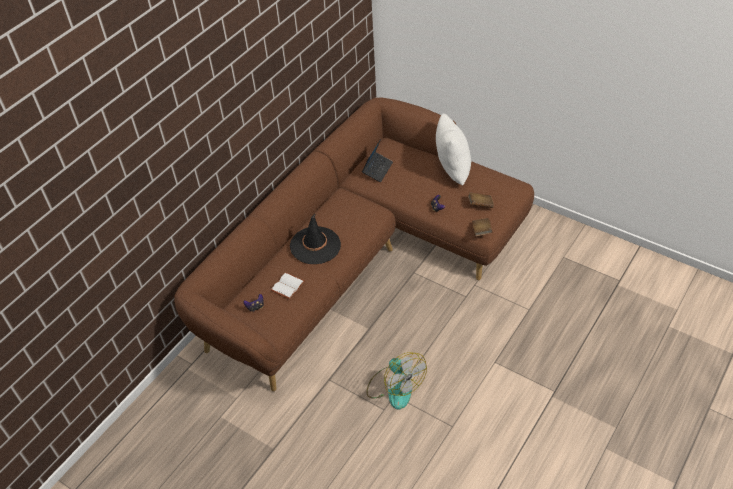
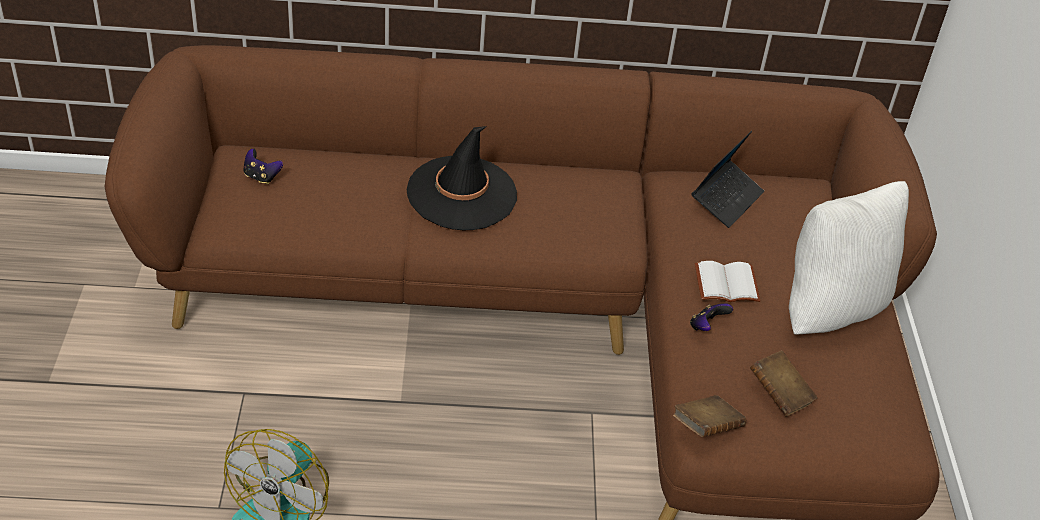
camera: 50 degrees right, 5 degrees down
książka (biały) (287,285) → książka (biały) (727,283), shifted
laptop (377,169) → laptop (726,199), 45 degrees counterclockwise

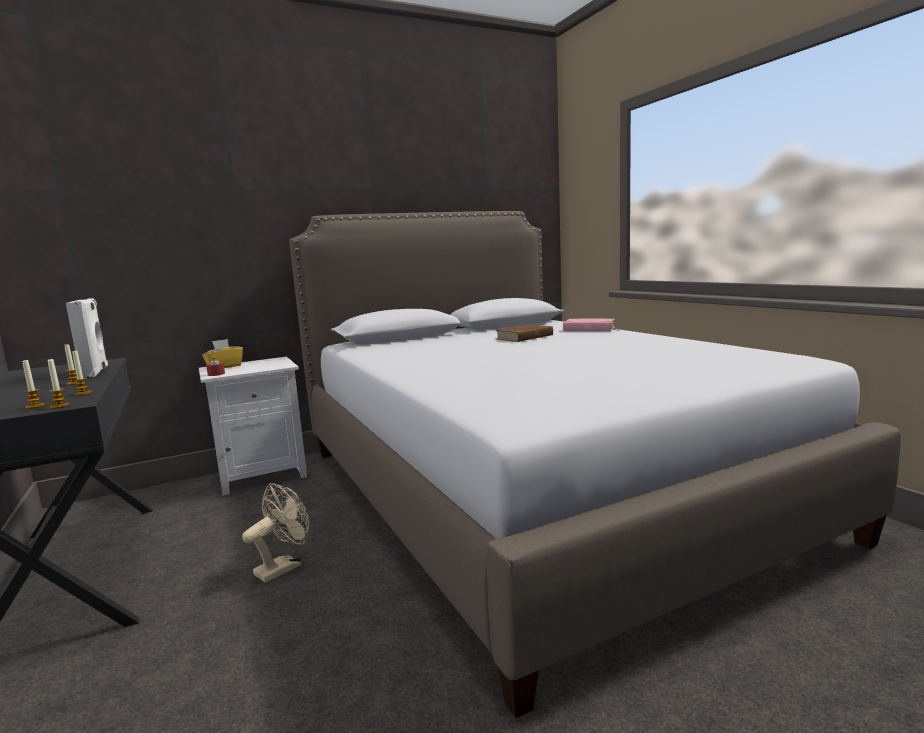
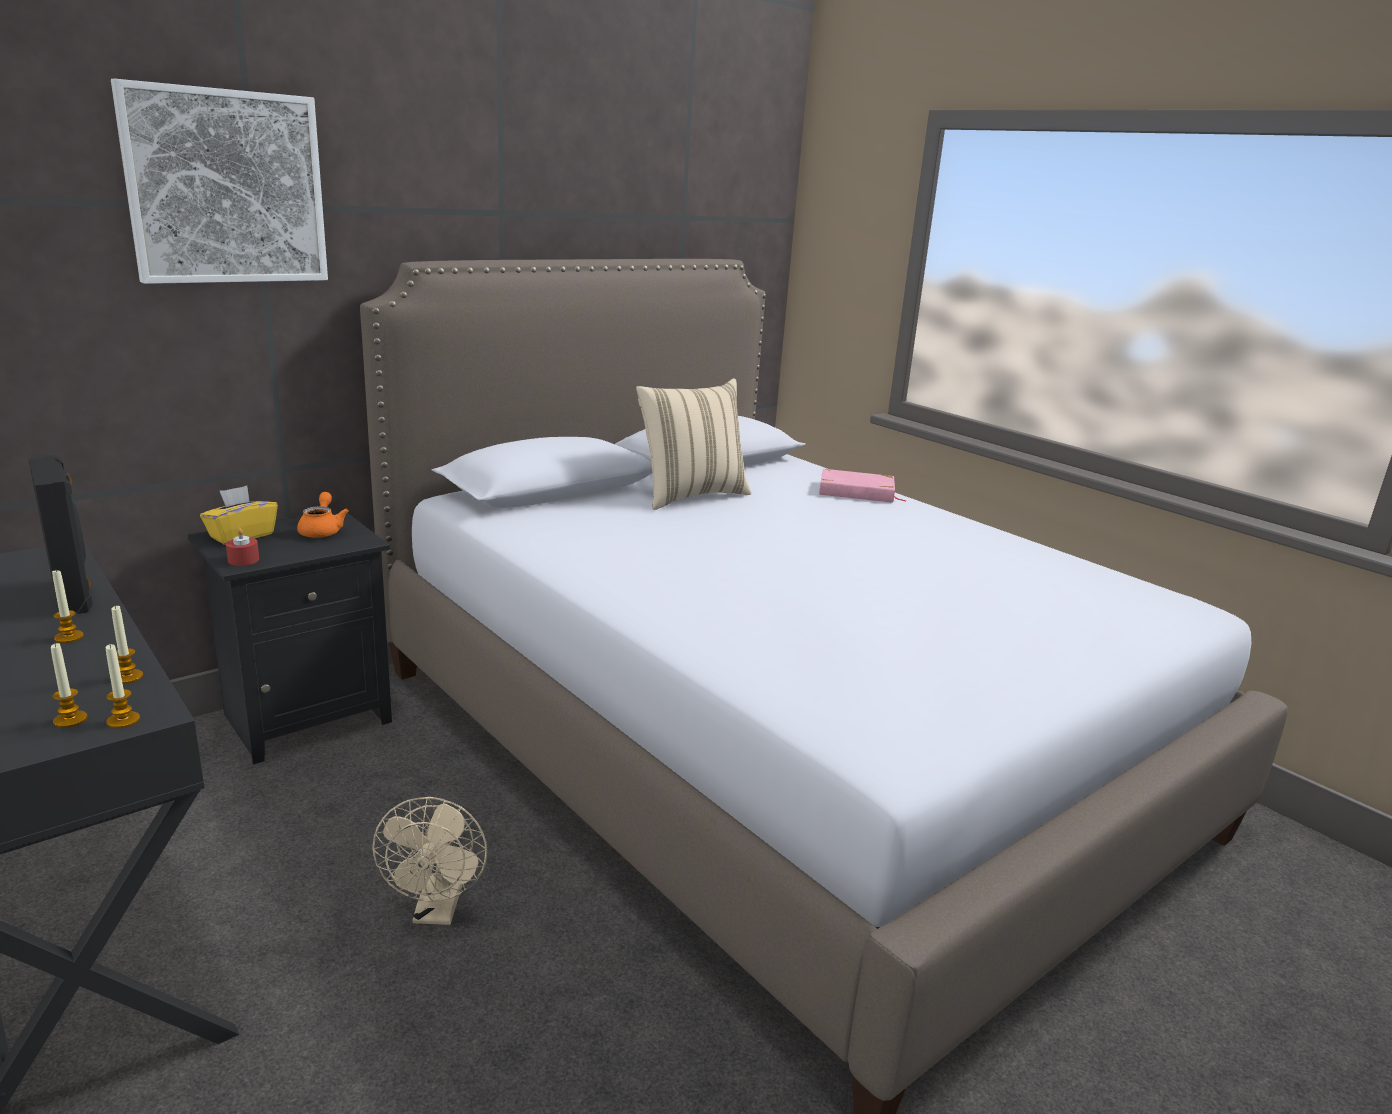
camera: 15 degrees left, 10 degrees up
głośnik (biały) (96,372) → głośnik (czarny) (74,595)
szafka nocna (biały) (262,475) → szafka nocna (czarny) (305,717)
wentylator (beżowy) (284,567) → wentylator (beżowy) (437,911), 150 degrees clockwise
książka (brązowy) (525,337) → -
- → obraz (226,187)
- → imbryk (pomarańczowy) (322,530)
- → poduszka (beżowy) (690,495)

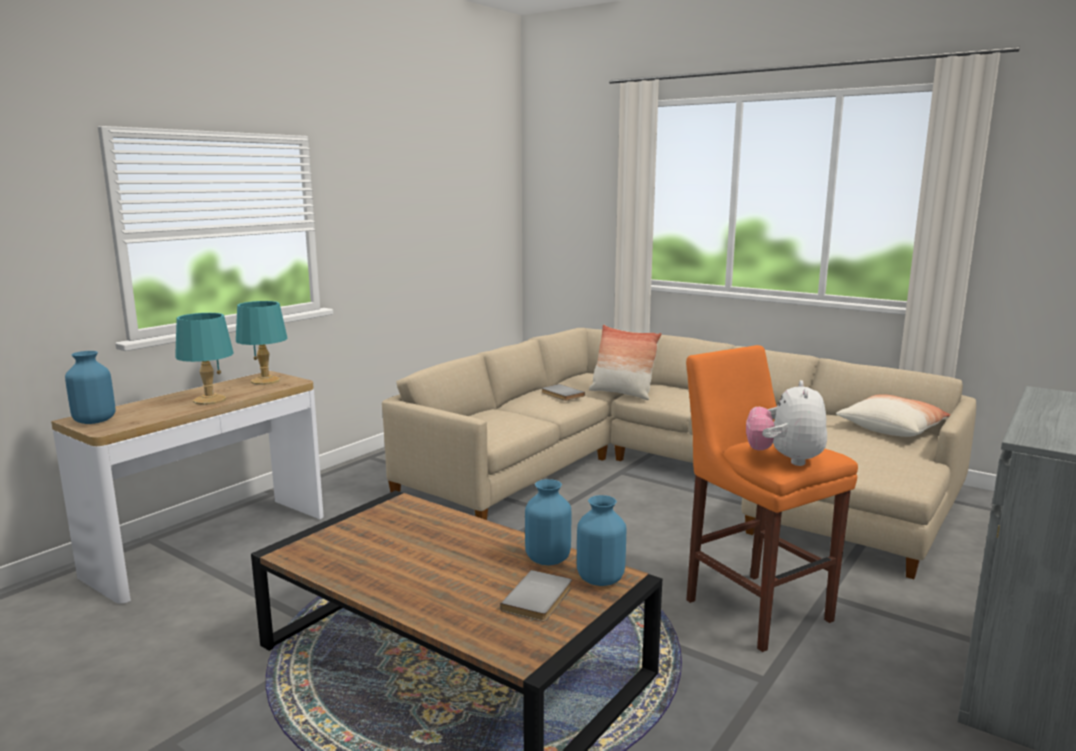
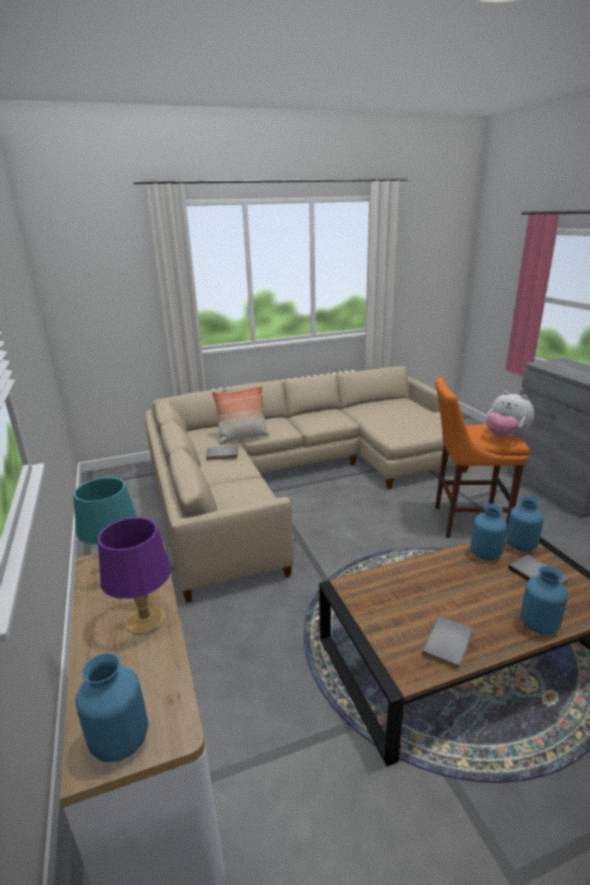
camera: 55 degrees left, 10 degrees up
lampa stołowa (turkusowy) (209,400) → lampa stołowa (fioletowy) (144,620)
poduszka (892,429) → -
- → książka (szary) (450,644)
- → wazon (niebieski) (539,625)

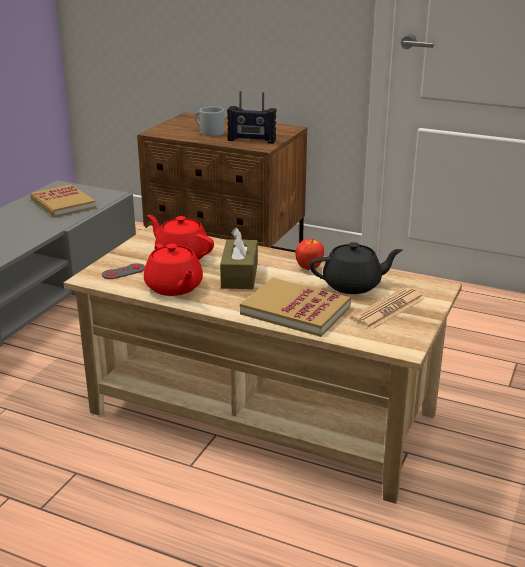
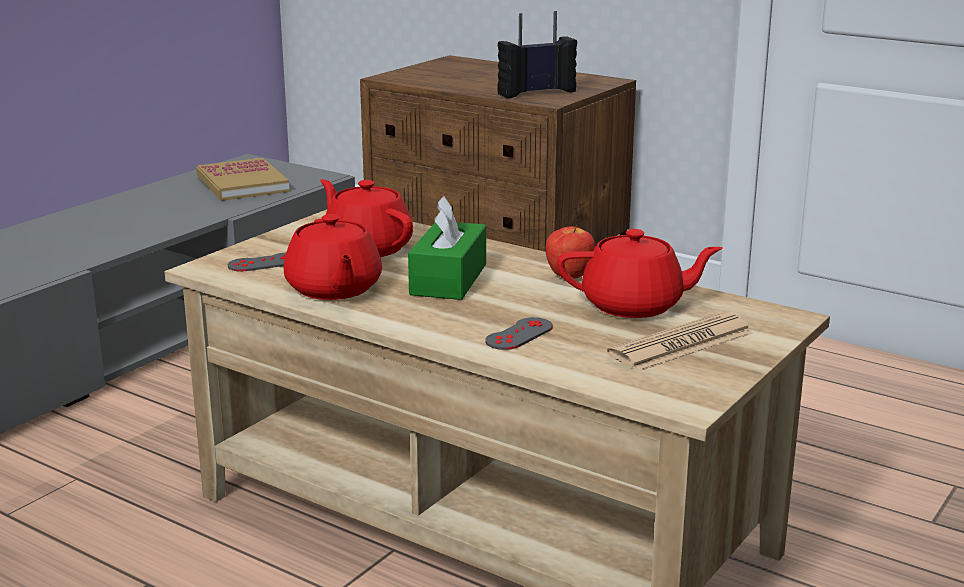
camera: 10 degrees right, 5 degrees down
kubek (szary) (208,132) → -
pudełko chusteczek (brązowy) (239,275) → pudełko chusteczek (zielony) (448,279)
radio (251,140) → radio (536,92), 135 degrees clockwise
książka (295,310) → pad do gier (szary) (519,334)
imbryk (czarny) (353,285) → imbryk (czerwony) (634,306)

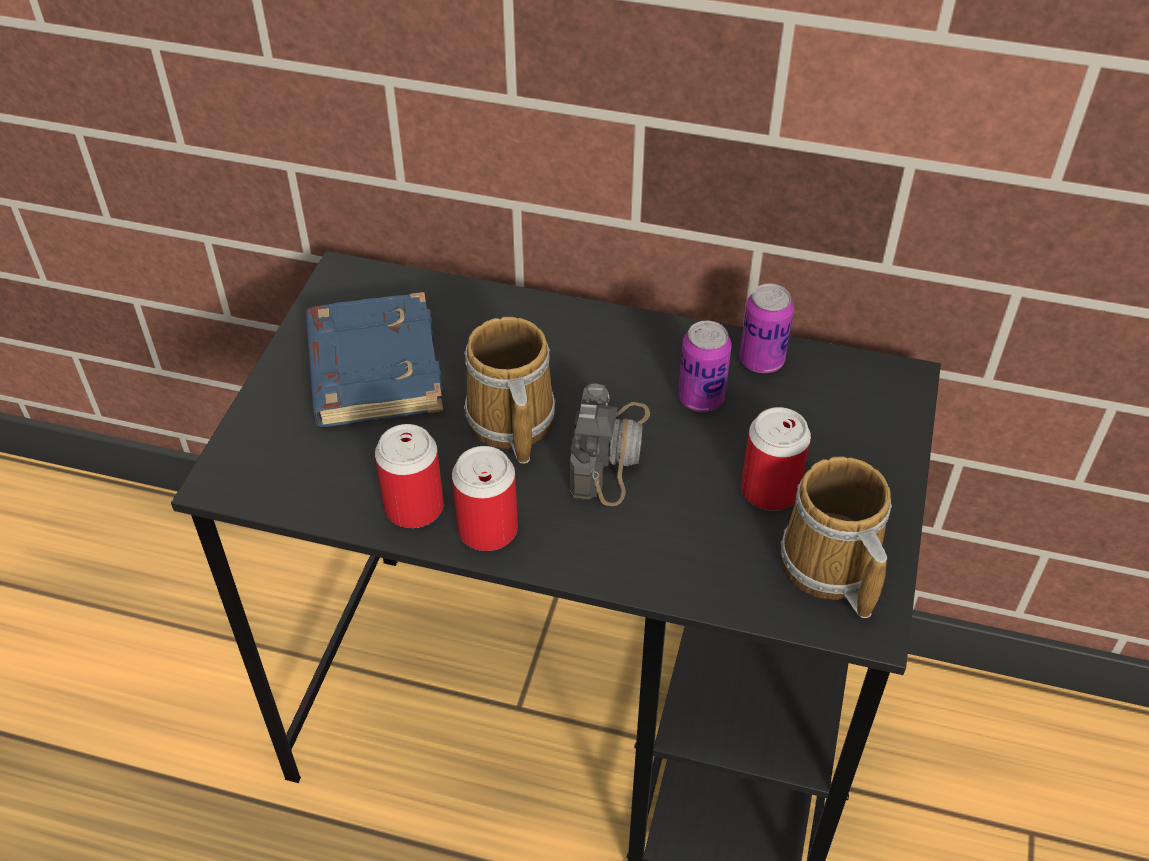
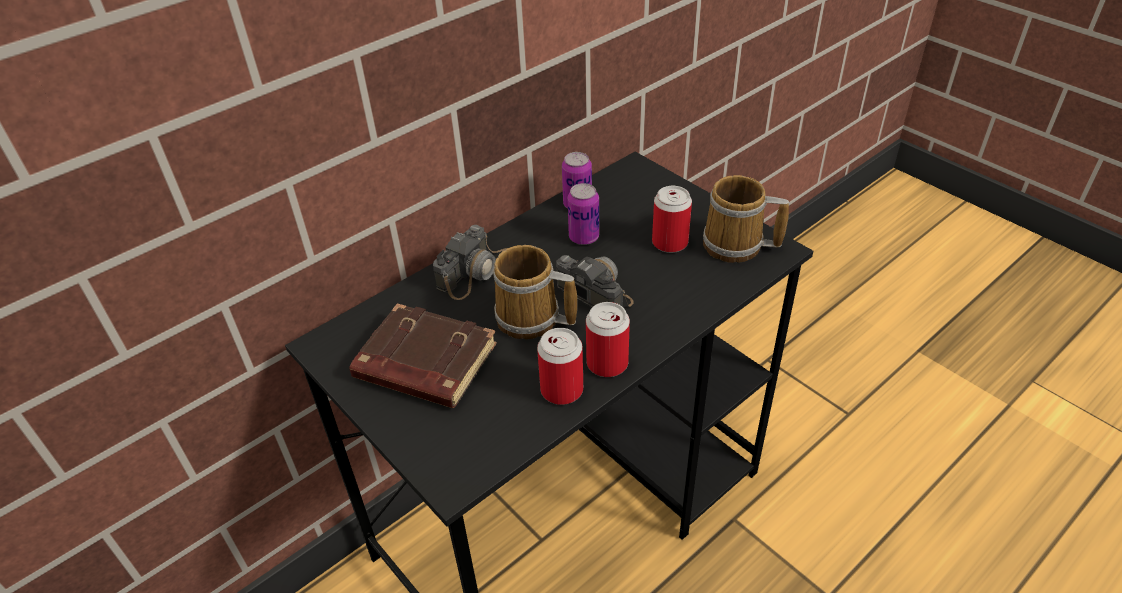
camera: 55 degrees left, 5 degrees down
książka (niebieski) (372,368) → książka (brązowy) (423,364)
- → aparat fotograficzny (477,270)

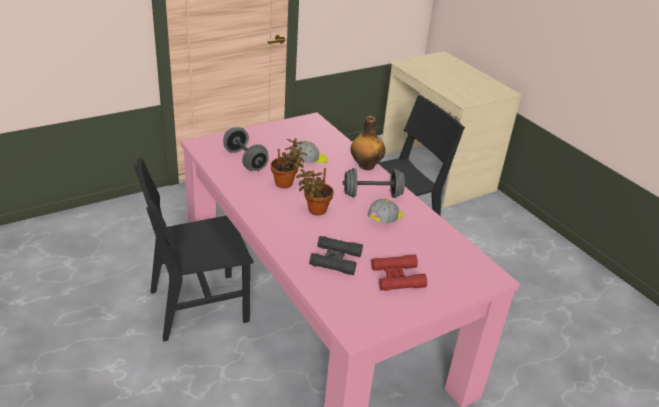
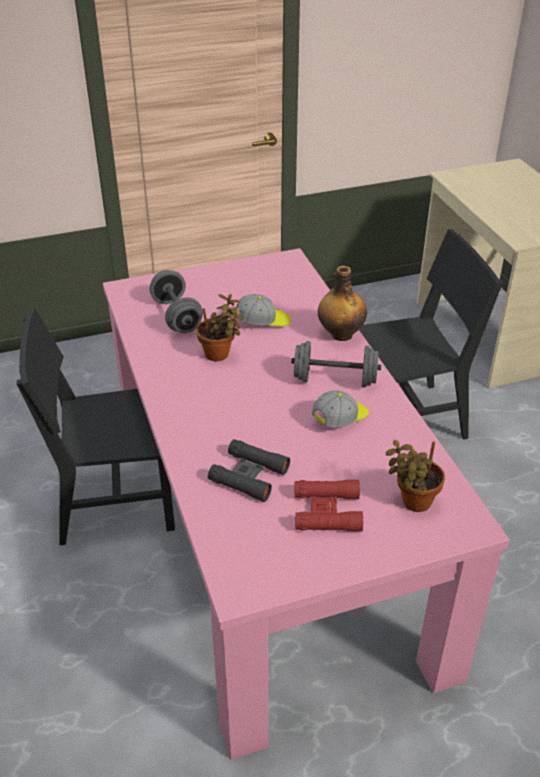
camera: 15 degrees right, 5 degrees up
roślina doniczkowa (315,210) → roślina doniczkowa (412,501), shifted

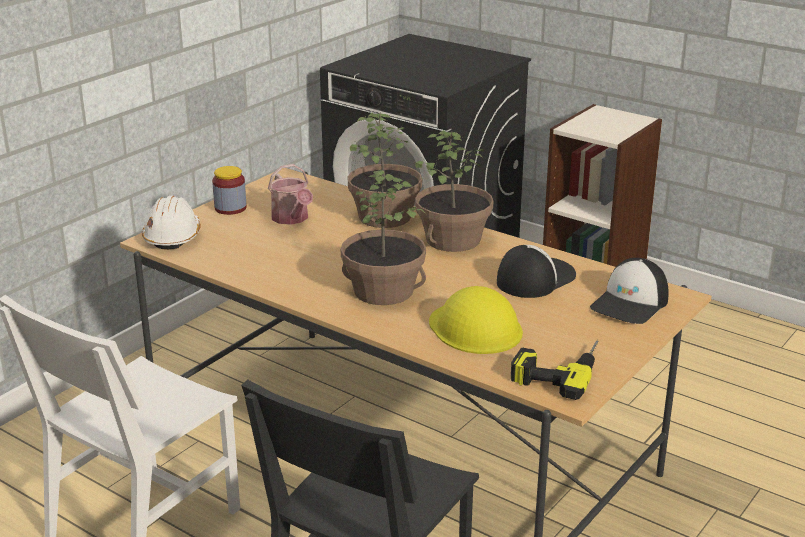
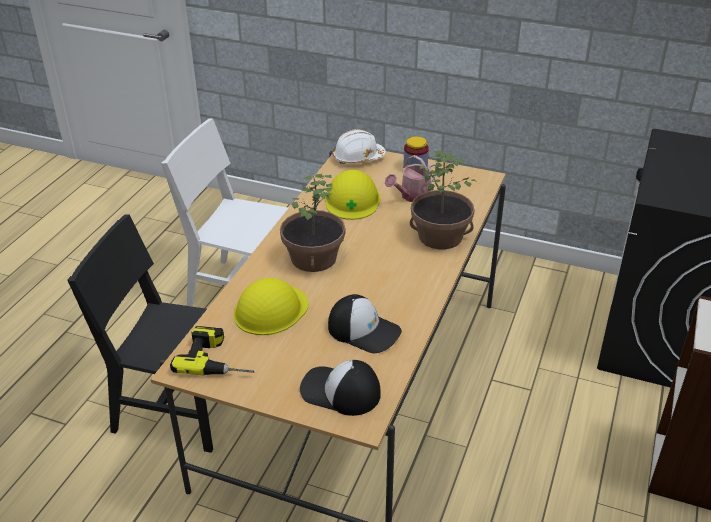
camera: 75 degrees right, 10 degrees up
roślina doniczkowa (453,240) → -
- → kask (żółty) (352,200)

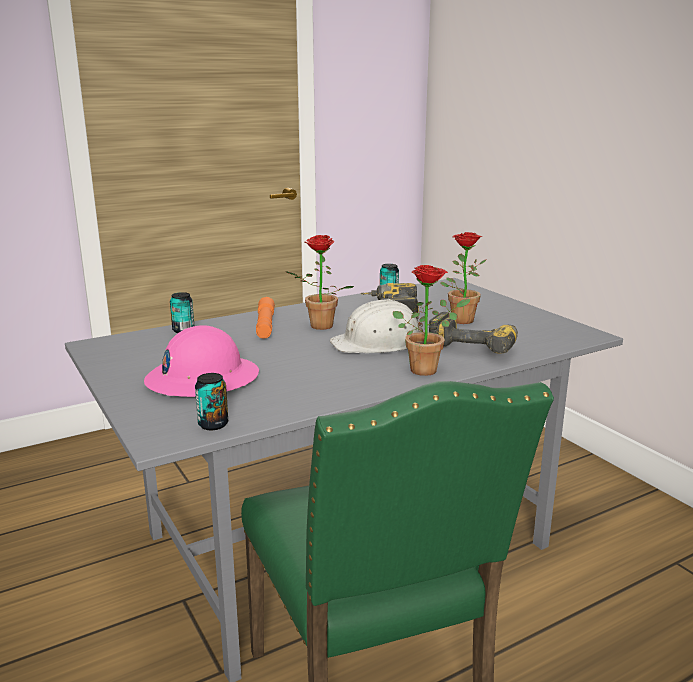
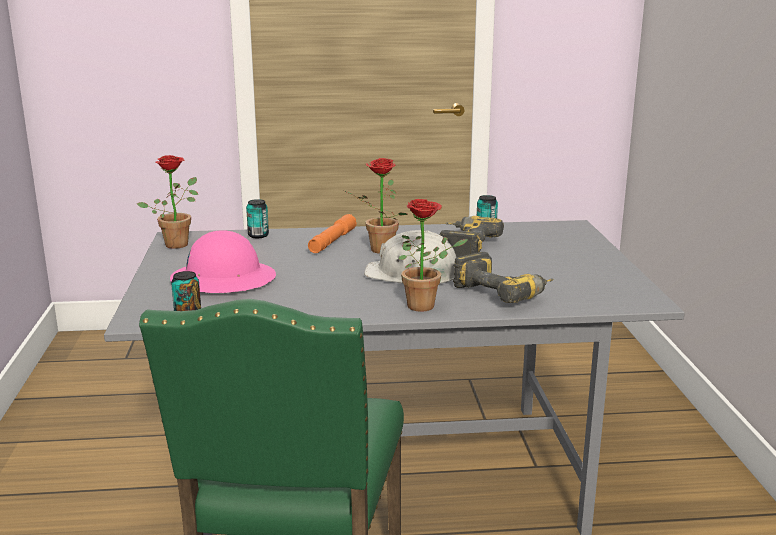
camera: 25 degrees right, 0 degrees up
roślina doniczkowa (460,319) → roślina doniczkowa (178,243), shifted

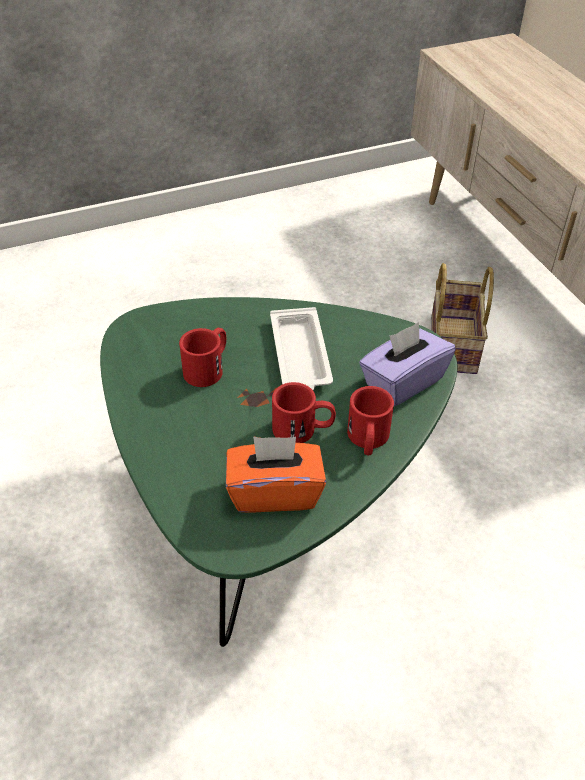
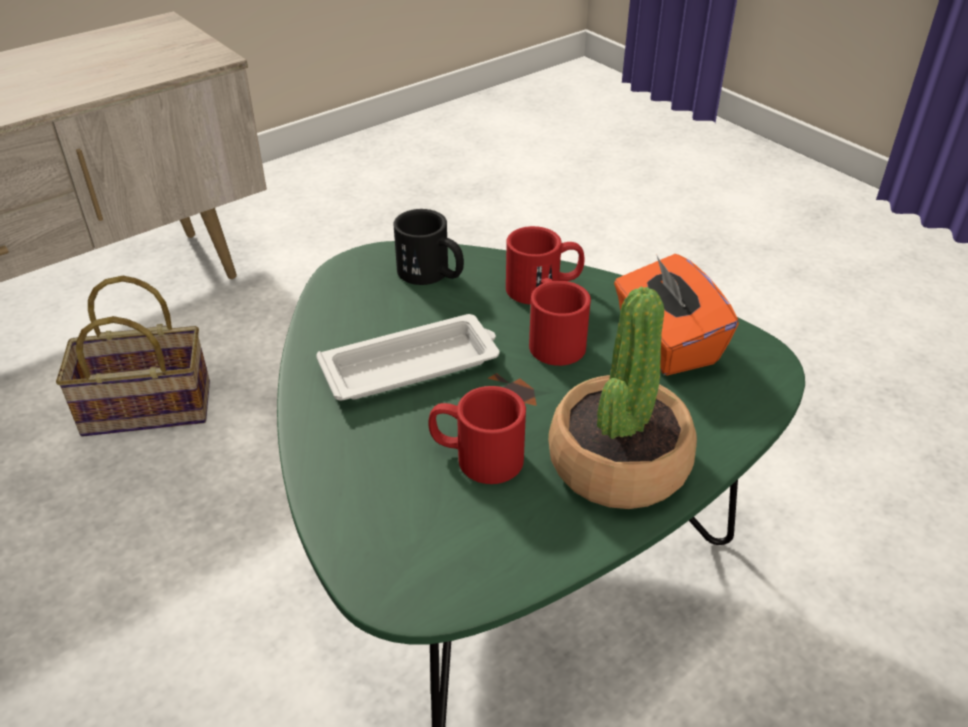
camera: 105 degrees left, 5 degrees down
pudełko chusteczek (fioletowy) (402,382) → kubek (czarny) (432,274)
- → roślina doniczkowa (618,462)

